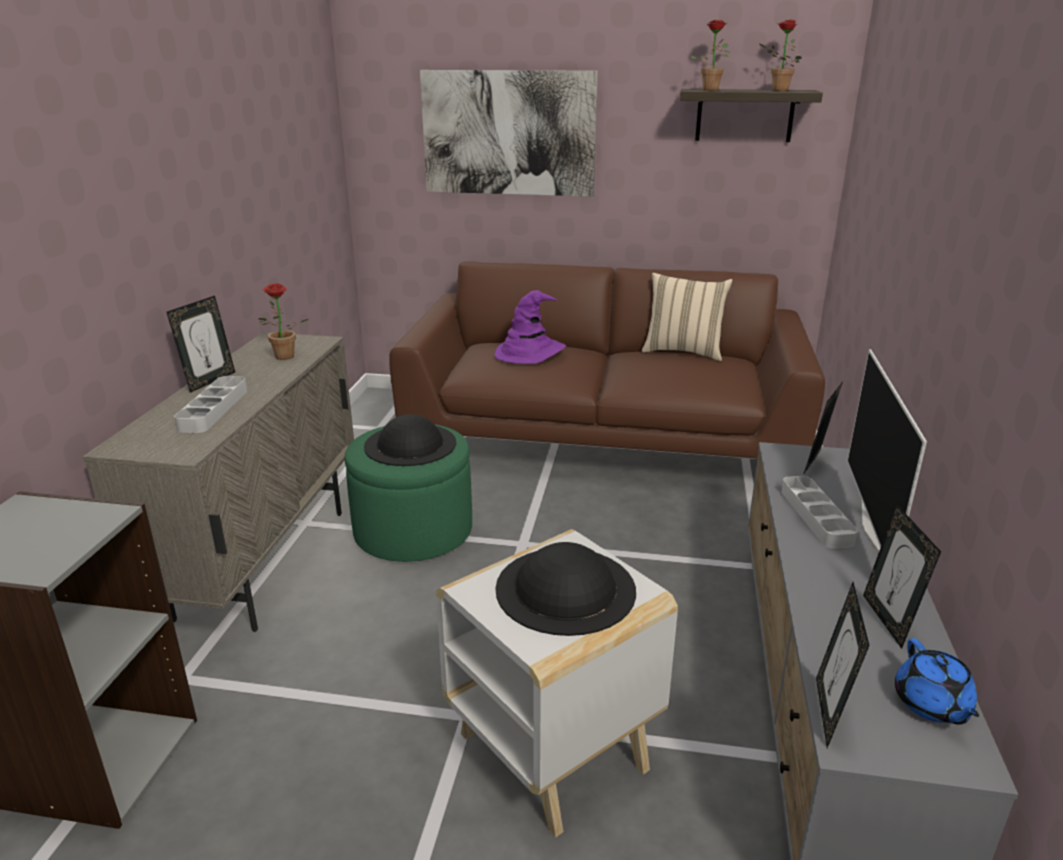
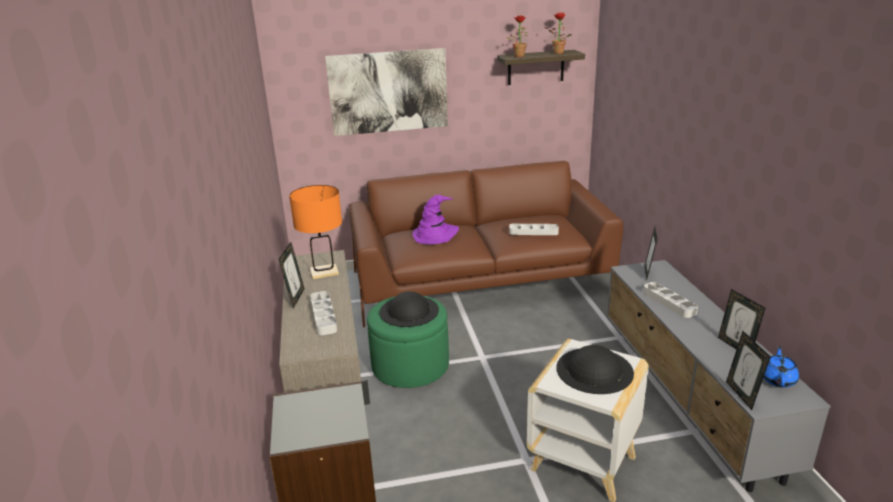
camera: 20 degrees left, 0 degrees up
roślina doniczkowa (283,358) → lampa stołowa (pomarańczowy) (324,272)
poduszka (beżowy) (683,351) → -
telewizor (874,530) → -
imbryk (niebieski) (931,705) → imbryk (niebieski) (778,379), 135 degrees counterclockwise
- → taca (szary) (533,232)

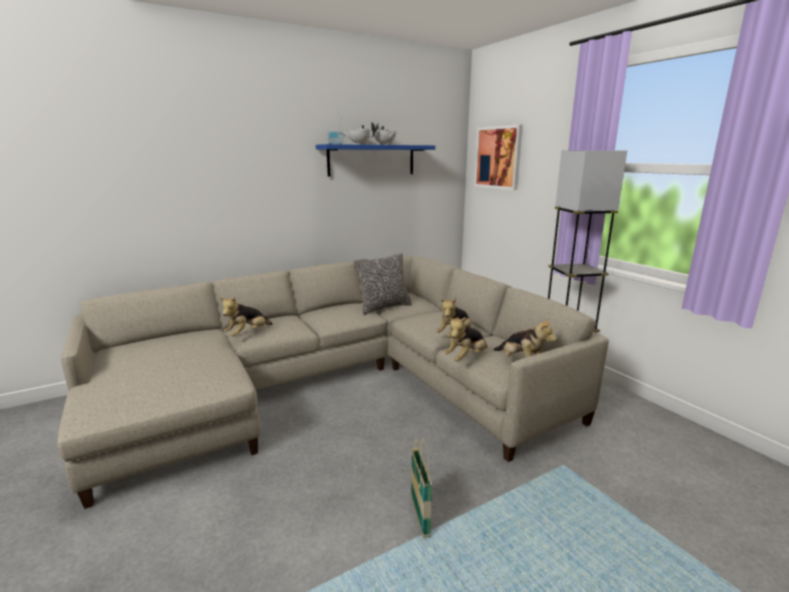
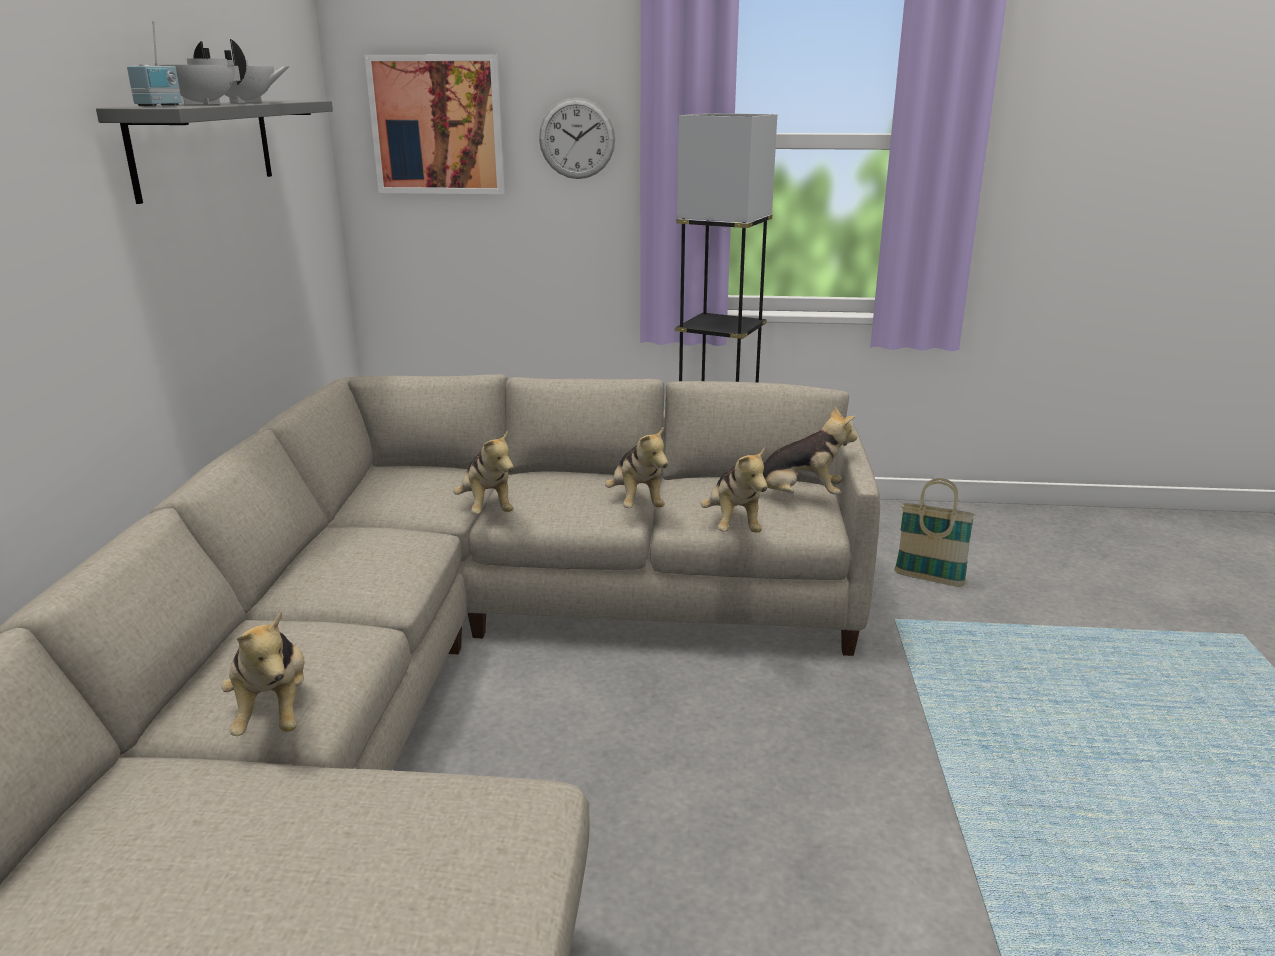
camera: 55 degrees left, 5 degrees up
półka (niebieski) (372,160) → półka (szary) (204,146)
poduszka (384,307) → -
koszyk (420,516) → koszyk (929,579), shifted
- → pluszak (486,508)
- → zegar ścienny (577,138)

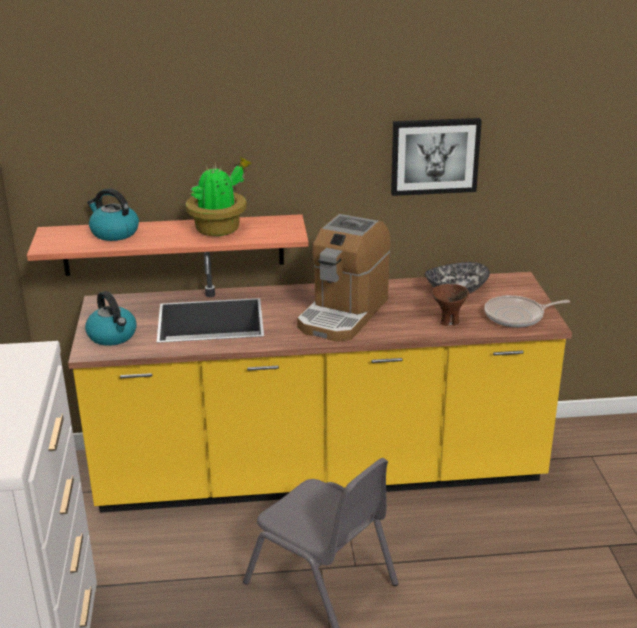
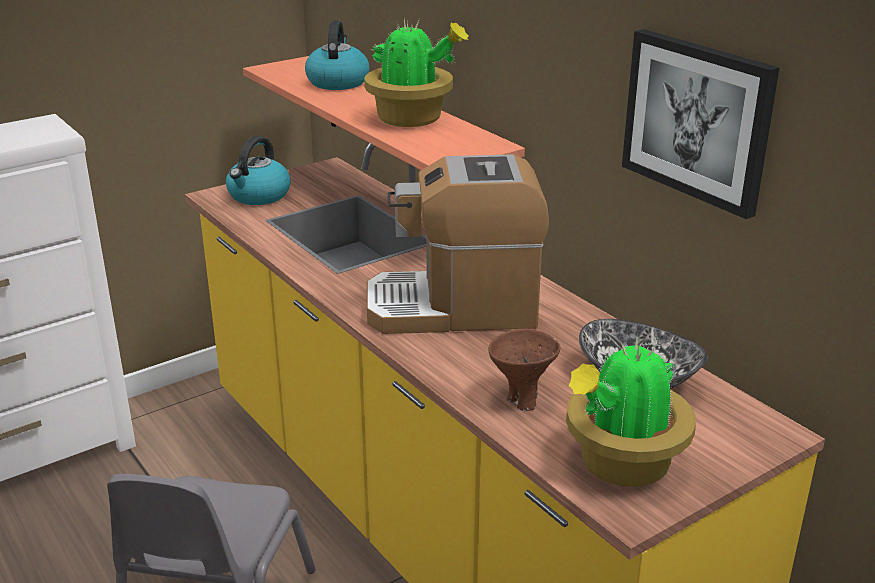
camera: 60 degrees right, 0 degrees up
patelnia (517,316) → roślina doniczkowa (622,465)

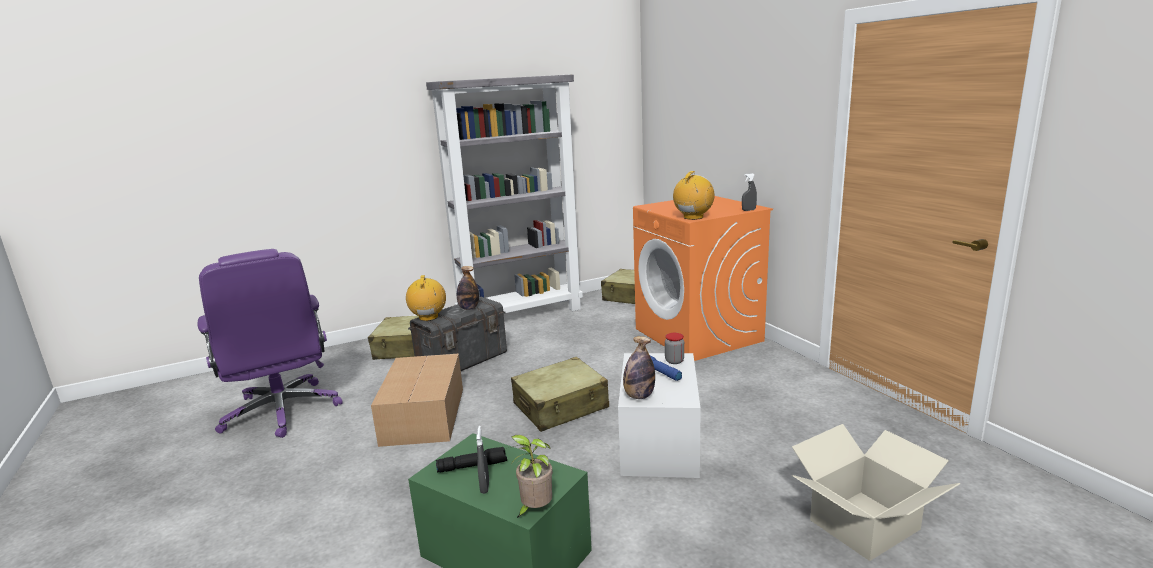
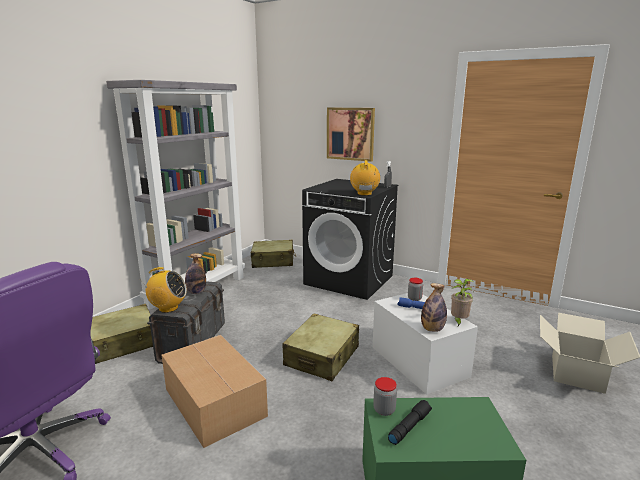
camera: 35 degrees left, 0 degrees up
radio (428,317) → radio (168,308), 135 degrees clockwise
spryskiwacz (szary) (485,487) → -
roślina doniczkowa (535,510) → roślina doniczkowa (458,321), shifted
pralka (pomarańczowy) (698,335) → pralka (czarny) (349,280)
- → obraz (350,134)
- → słoik (384,410)

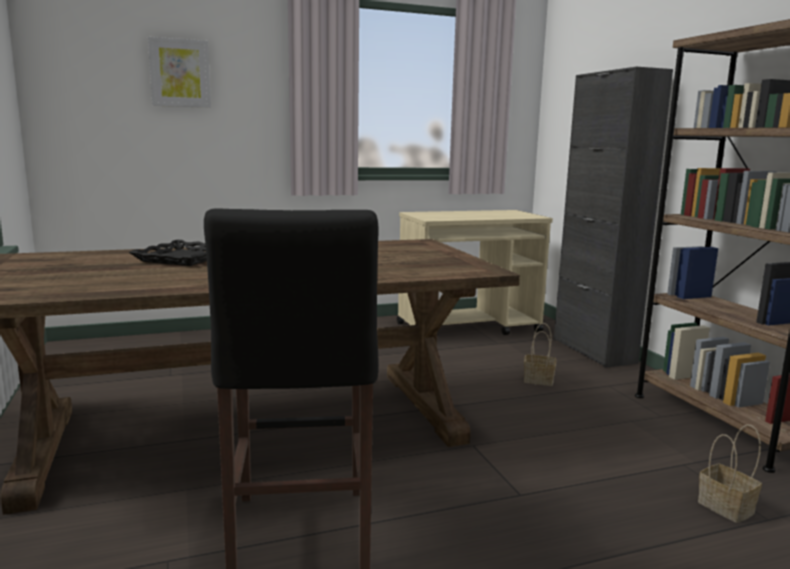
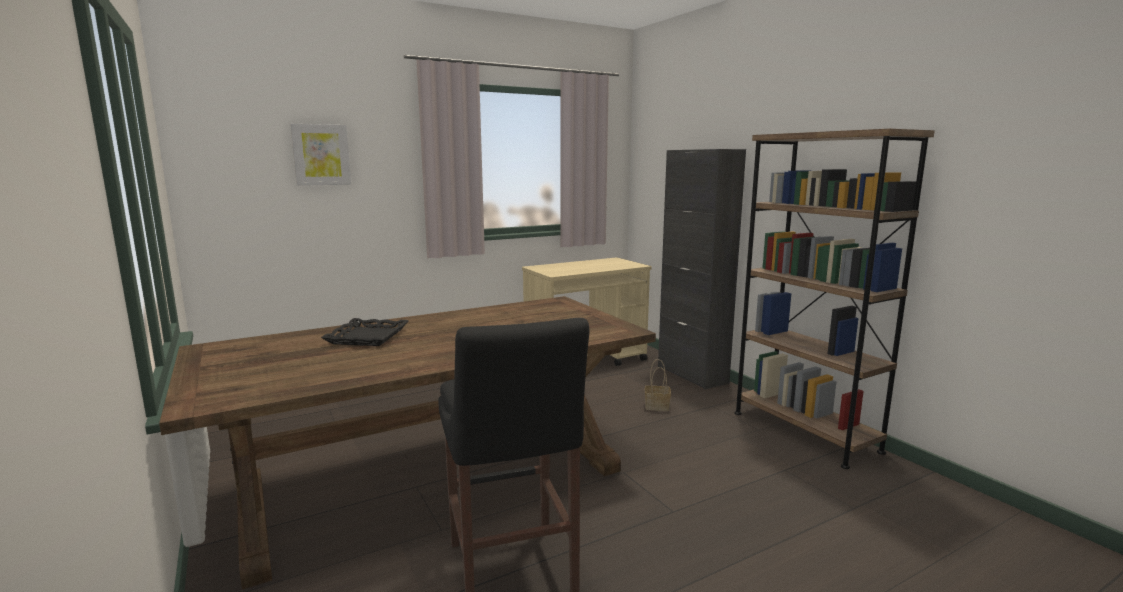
camera: 10 degrees left, 0 degrees up
koszyk (727,508) → -

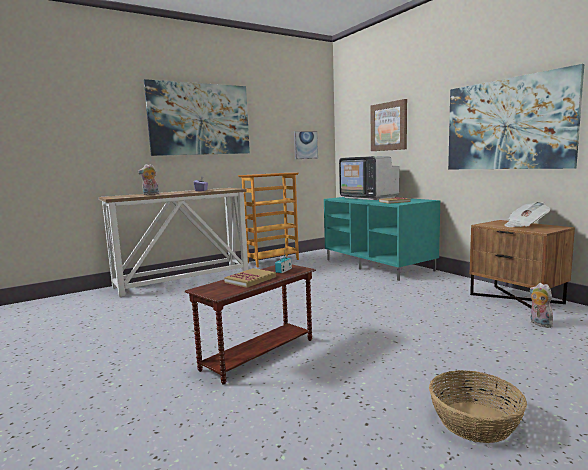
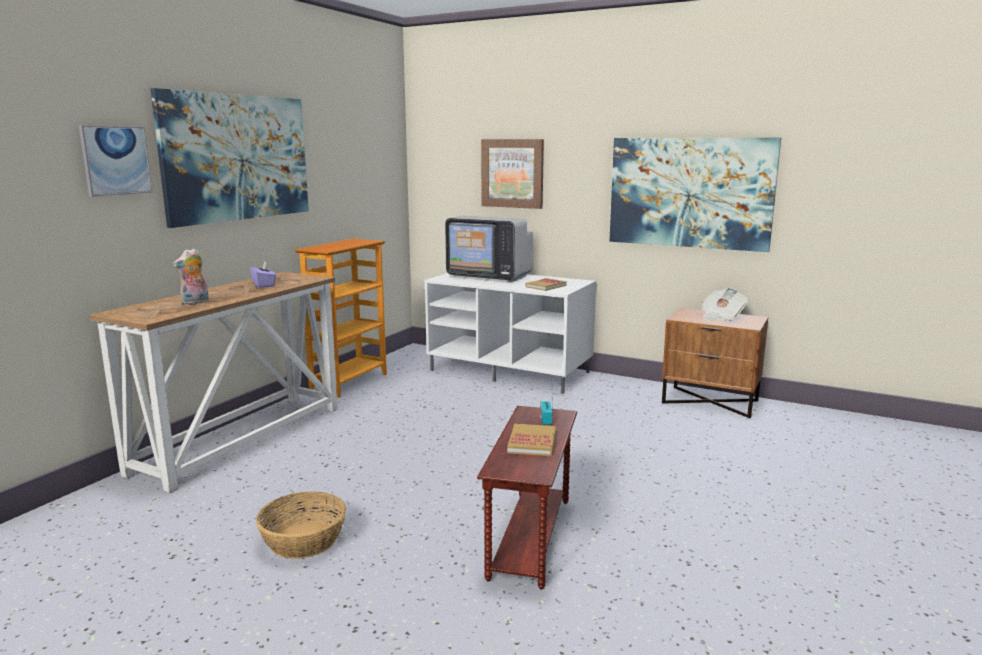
camera: 30 degrees left, 5 degrees up
obraz (305,145) → obraz (115,160), shifted
szafka pod telewizor (turkusowy) (379,265) → szafka pod telewizor (biały) (511,371)
koszyk (474,421) → koszyk (303,540), shifted
pluszak (539,324) → -

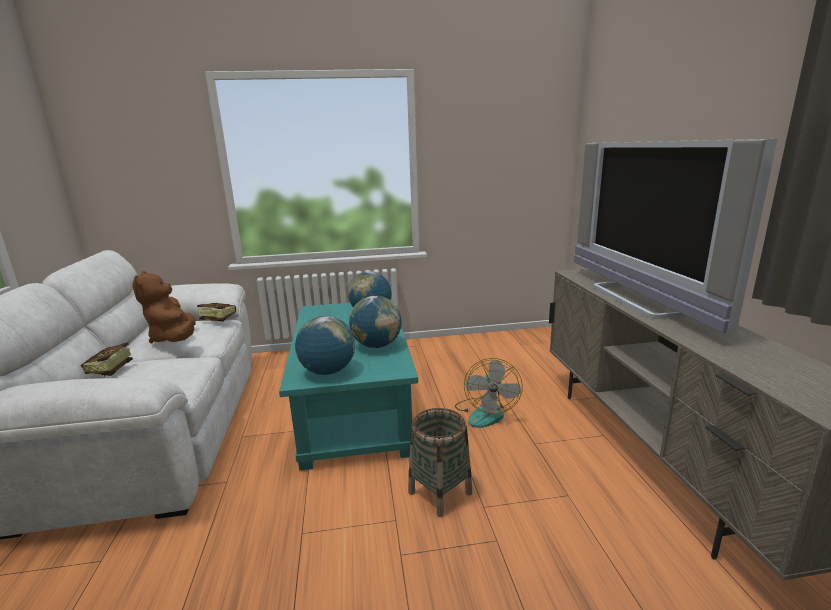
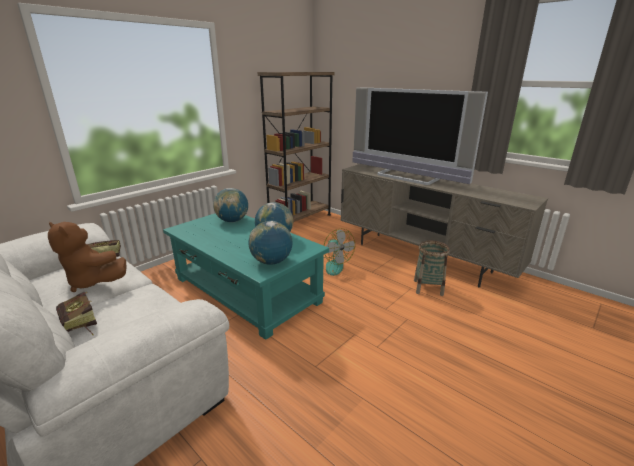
camera: 40 degrees left, 5 degrees up
koszyk (440,493) → koszyk (428,288), shifted
- → regał (brązowy) (300,220)

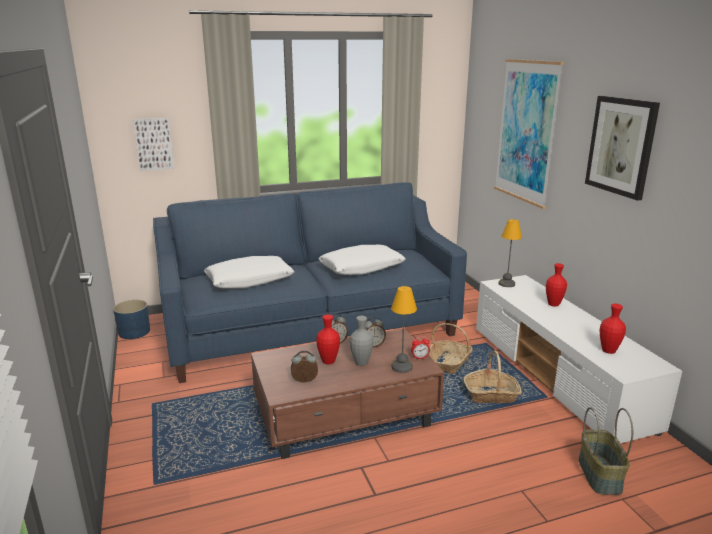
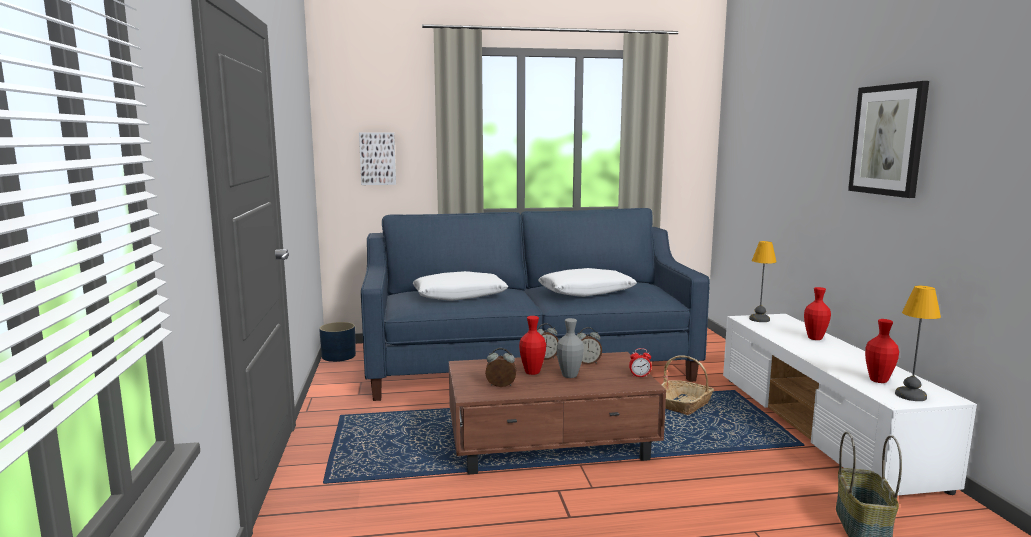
camera: 10 degrees right, 10 degrees down
lampa stołowa (401,367) → lampa stołowa (909,395), shifted
koszyk (491,395) → -
obraz (526,132) → -

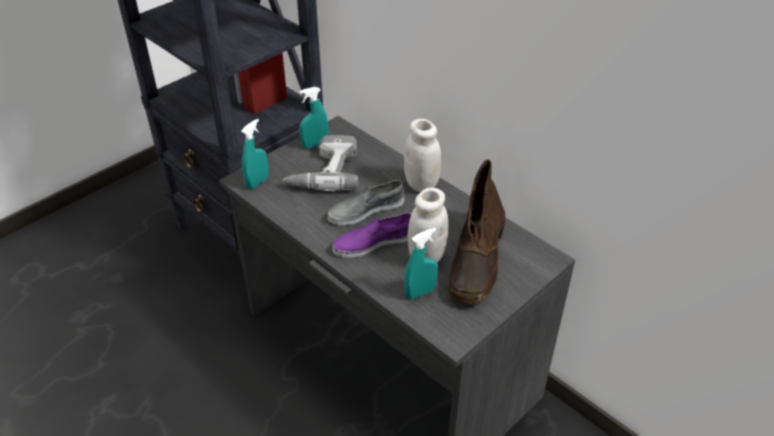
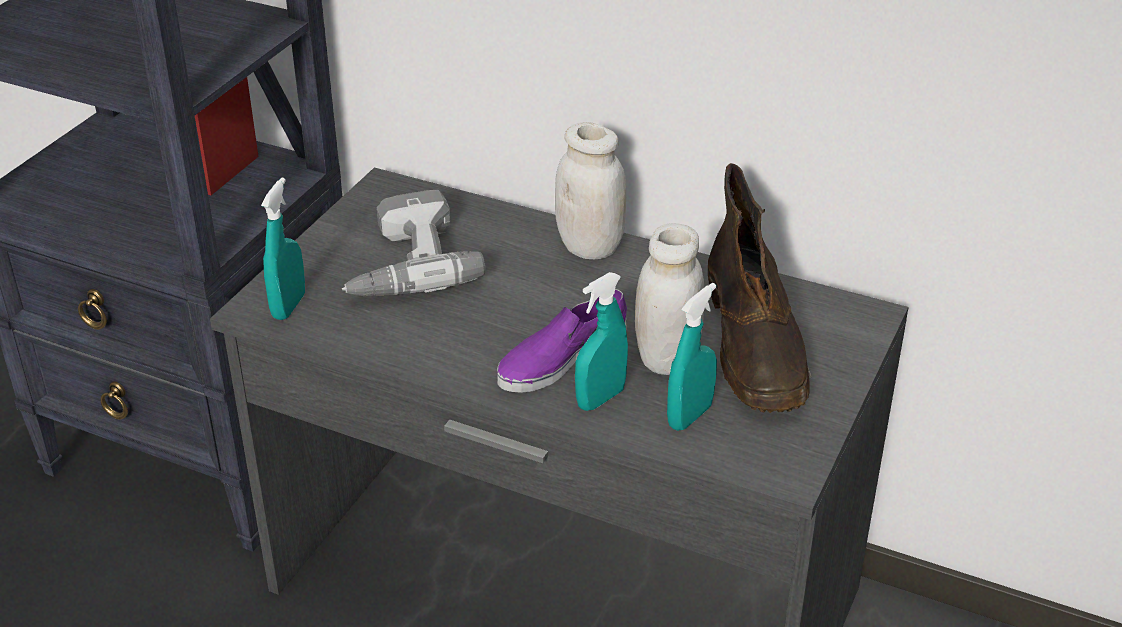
camera: 20 degrees left, 5 degrees down
spryskiwacz (turkusowy) (315,145) → spryskiwacz (turkusowy) (600,398), shifted
but (szary) (365,210) → -

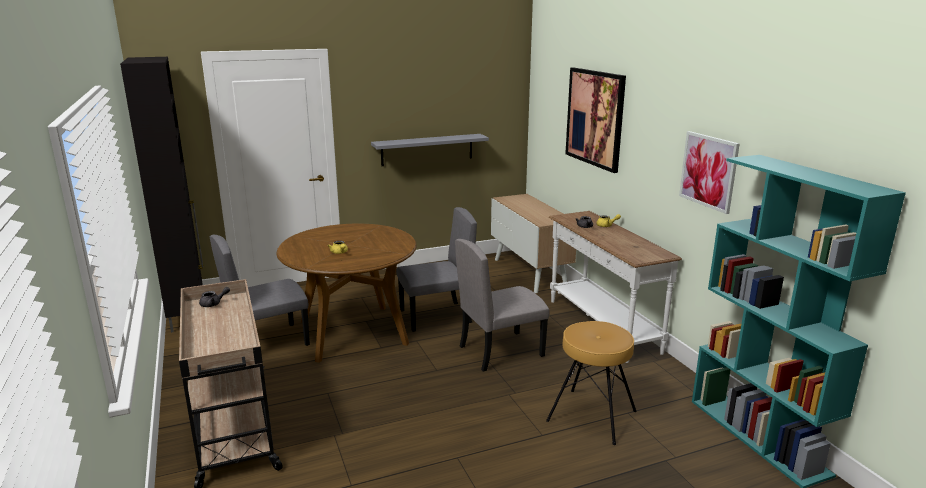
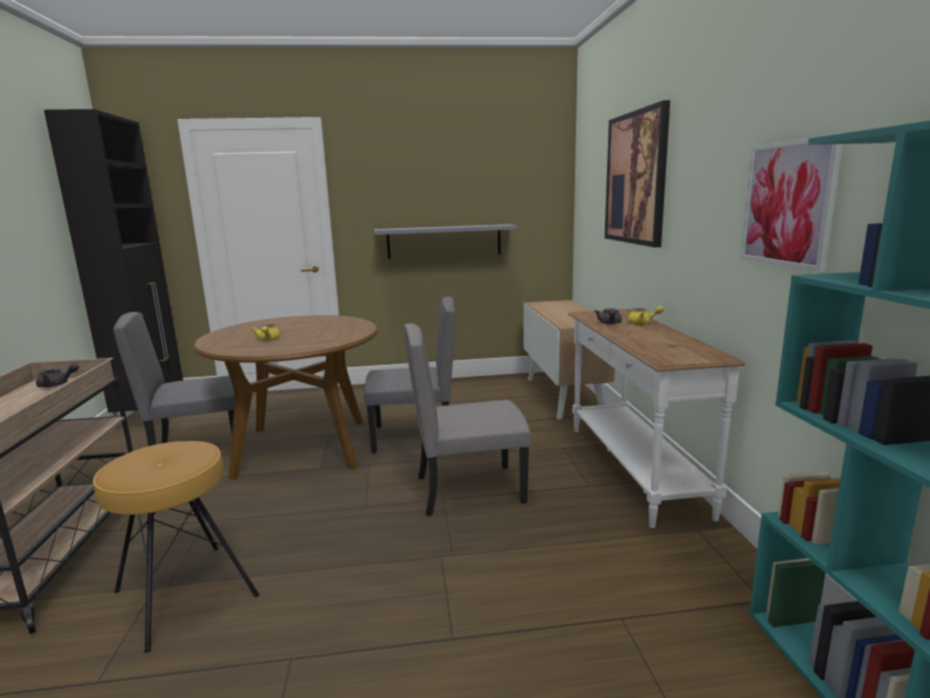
camera: 15 degrees right, 5 degrees down
stołek (brązowy) (591,416) → stołek (brązowy) (185,594), shifted

